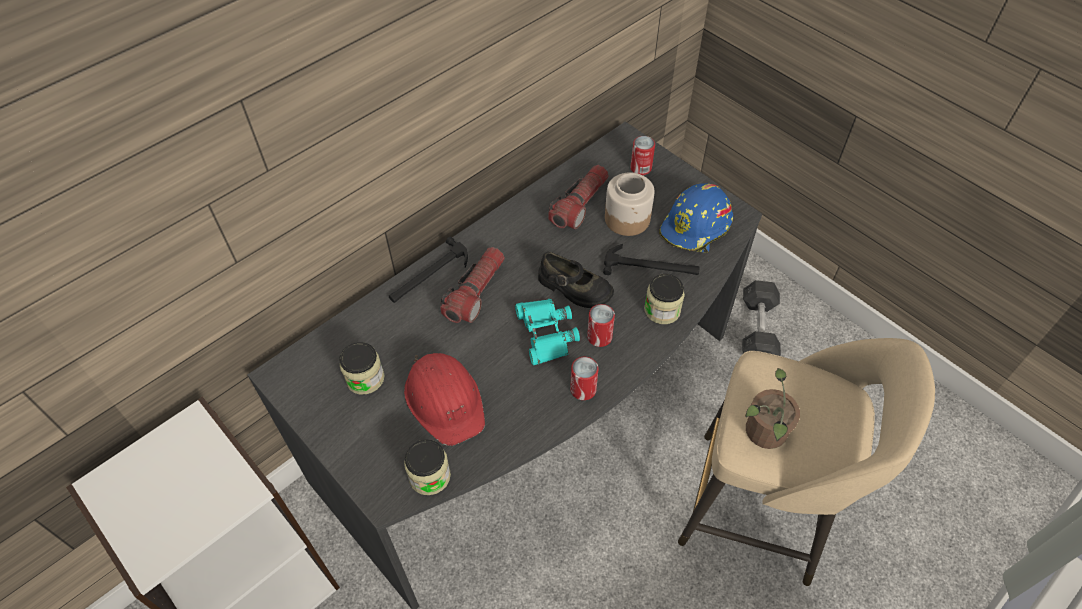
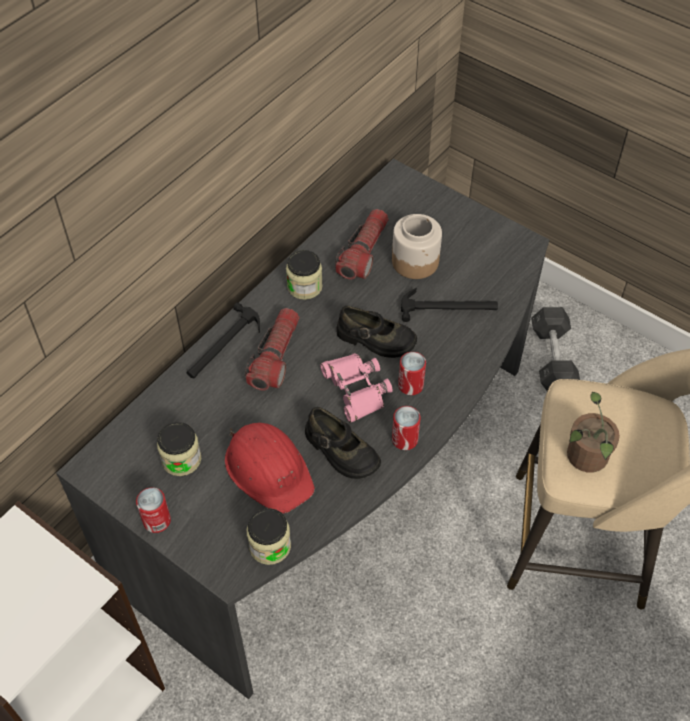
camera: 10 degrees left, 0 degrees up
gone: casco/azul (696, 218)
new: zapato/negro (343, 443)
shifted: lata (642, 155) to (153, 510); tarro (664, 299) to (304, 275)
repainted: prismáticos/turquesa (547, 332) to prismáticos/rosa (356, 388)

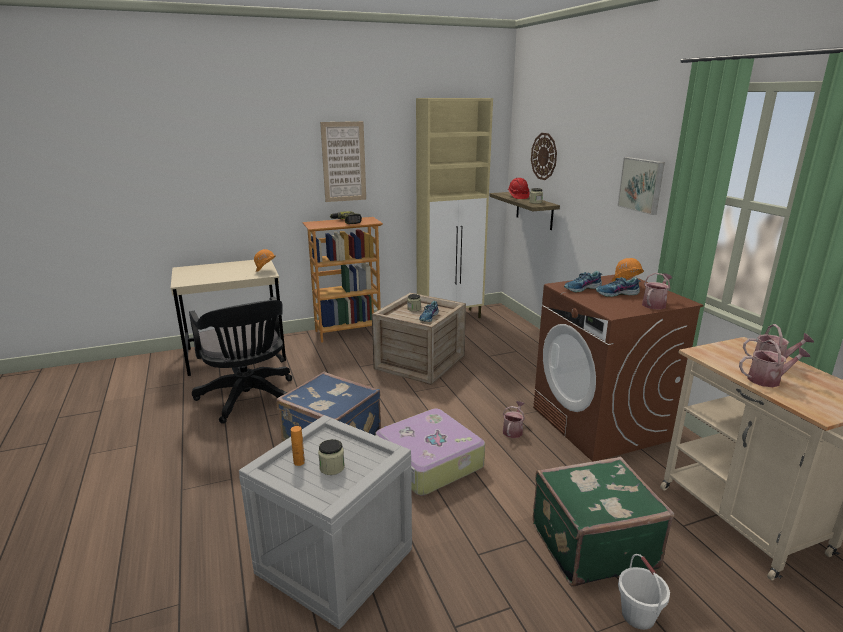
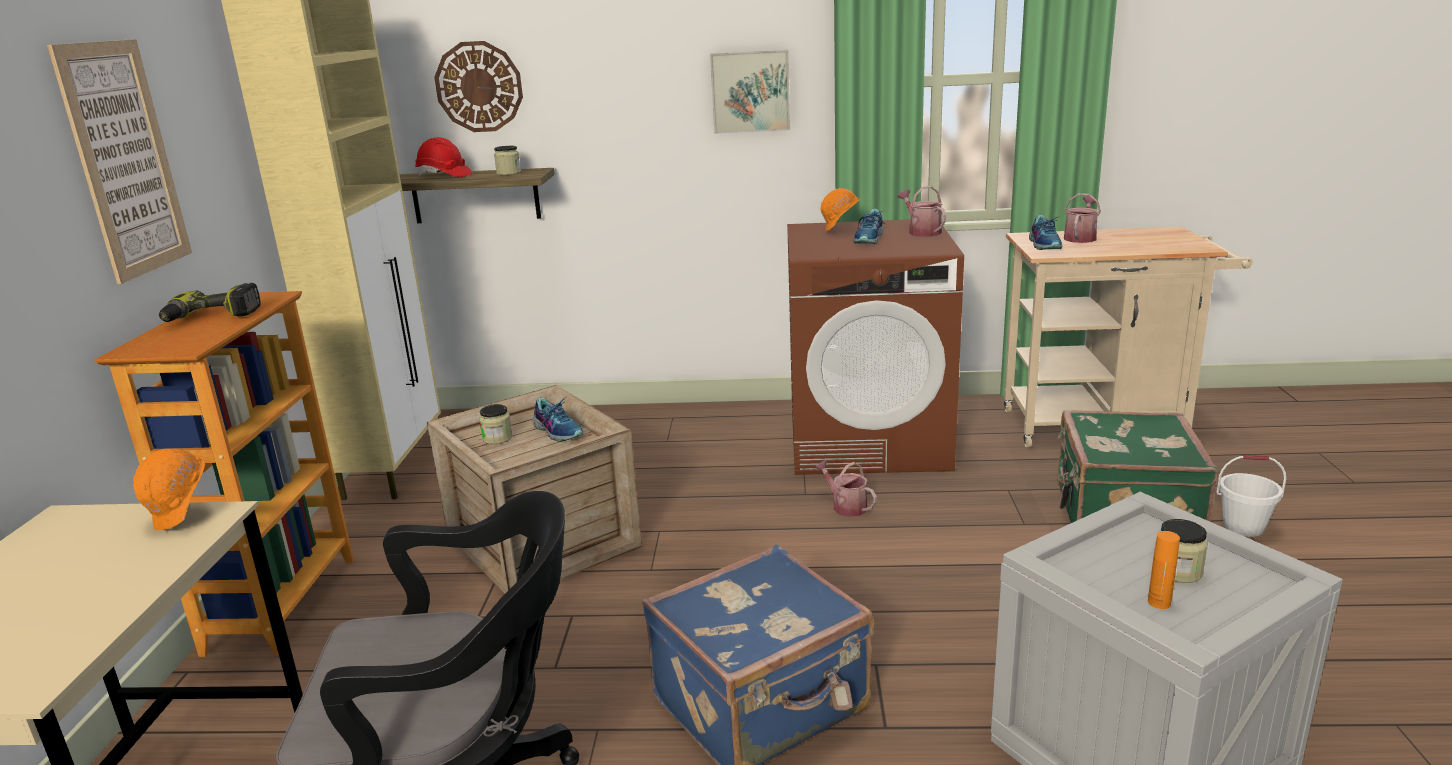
camera: 65 degrees left, 0 degrees up
gone: maleta (430, 452); regadera (774, 363)
shifted: zapato (583, 281) to (1045, 232)

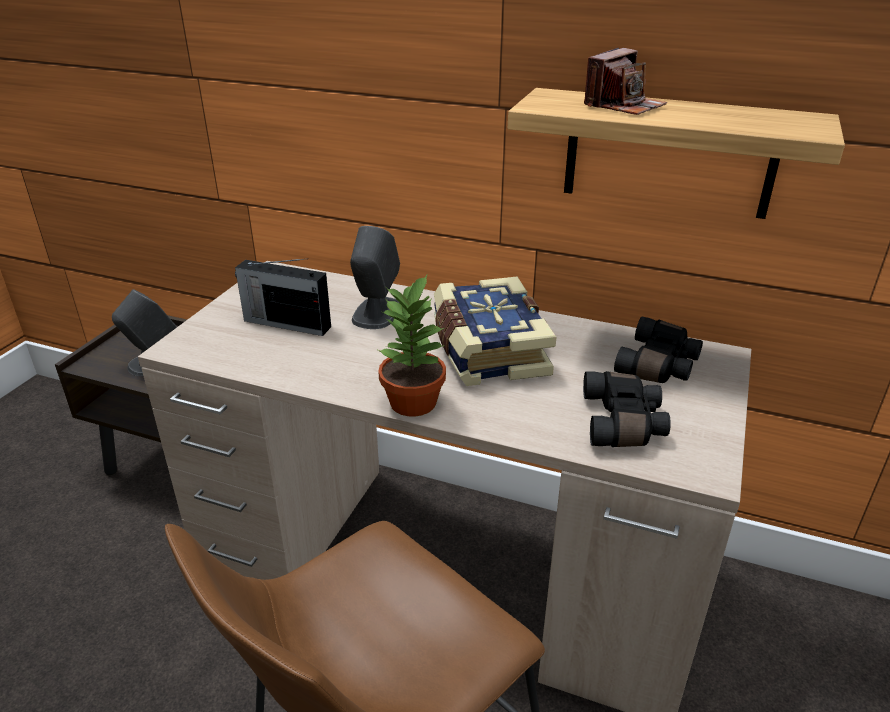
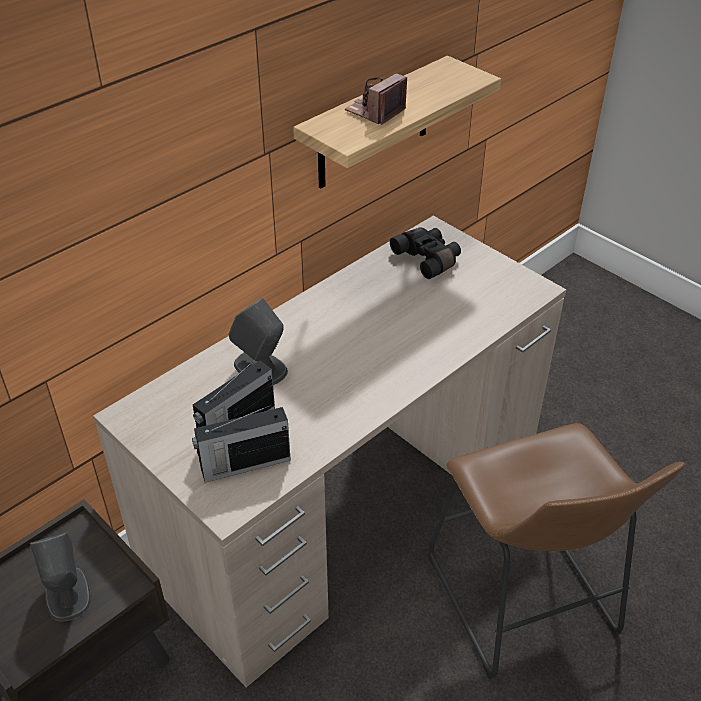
camera: 65 degrees left, 10 degrees up
gone: planta en maceta (412, 346); libro (495, 331); prismáticos/negro (627, 409)
new: radio (241, 443)
rotated: cámara (625, 81) = (376, 99) 120 degrees counterclockwise

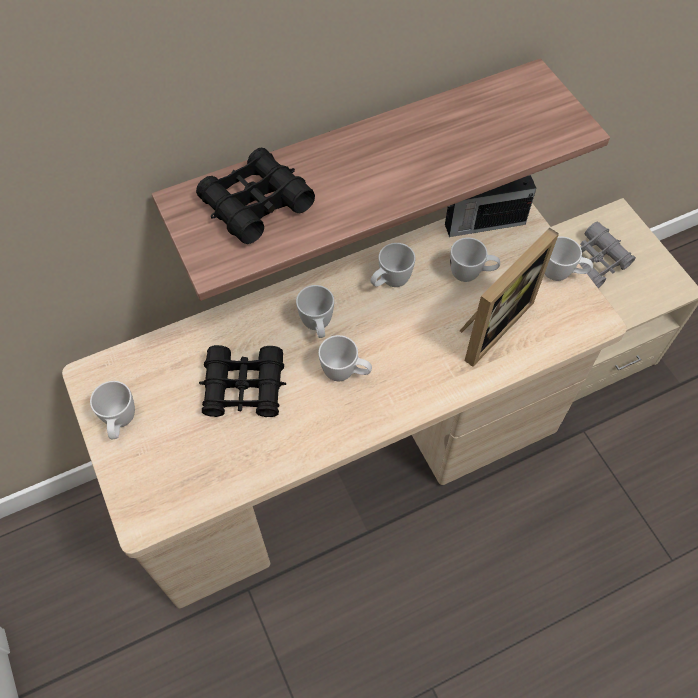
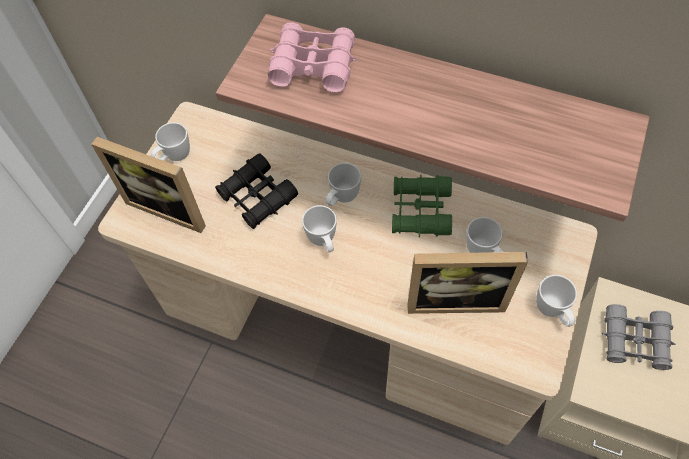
camera: 50 degrees right, 0 degrees up
gone: radio (490, 206)
new: portarretratos (148, 185)
swapped: taza grande/blanco (393, 265) to prismáticos/verde (422, 206)
repainted: prismáticos/negro (255, 196) to prismáticos/rosa (312, 57)

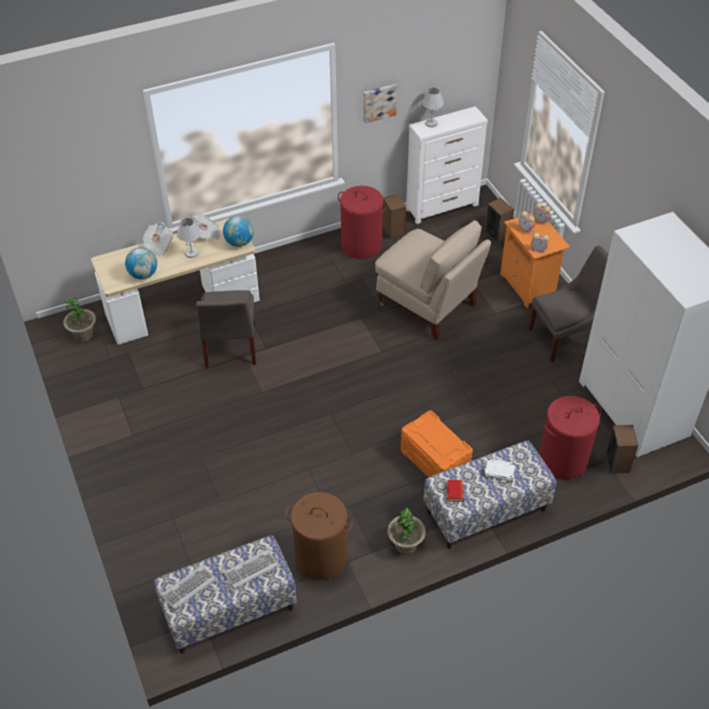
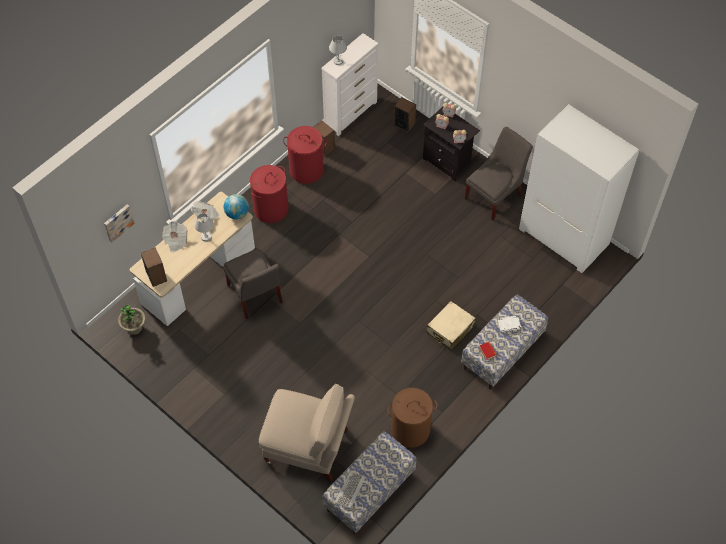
camera: 25 degrees left, 10 degrees up
gone: globo terráqueo (141, 263); teclado (251, 569); planta en maceta (406, 530)
shifted: cuadro (380, 103) to (119, 223); silla/beis (433, 280) to (307, 433); cesto de la ropa/rojo (570, 437) to (269, 194); altavoz (621, 449) to (154, 267)
swapped: caja de almacenaje/naranja (437, 443) to maleta/beis (451, 325)
repainted: mesita de noche/naranja (535, 260) to mesita de noche/negro (451, 144)

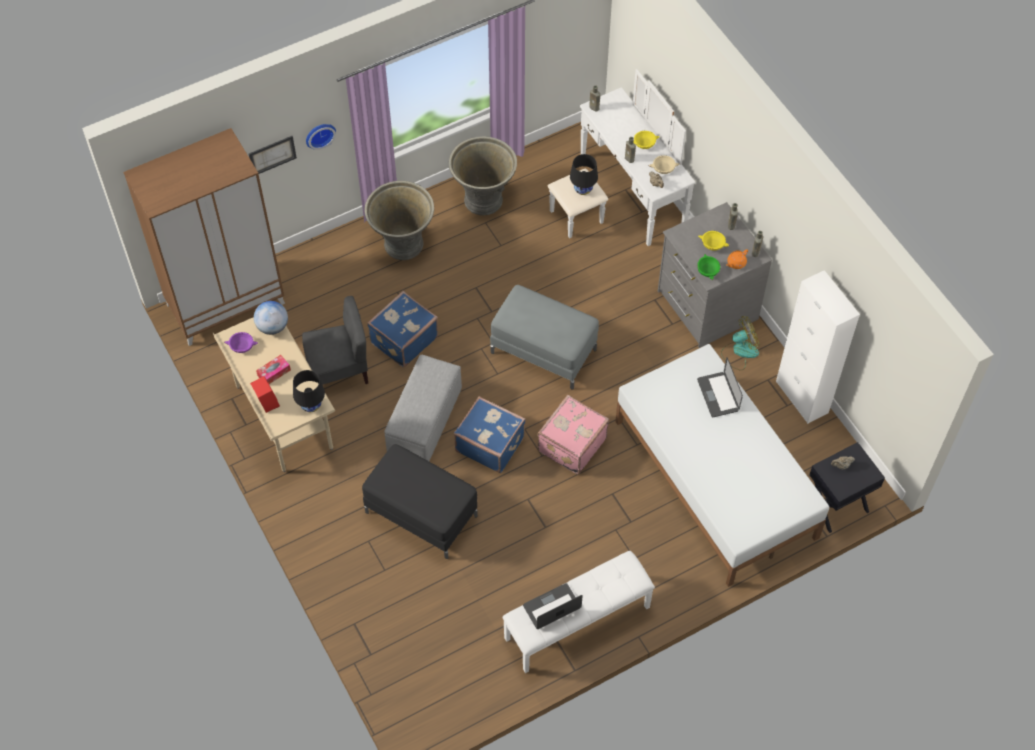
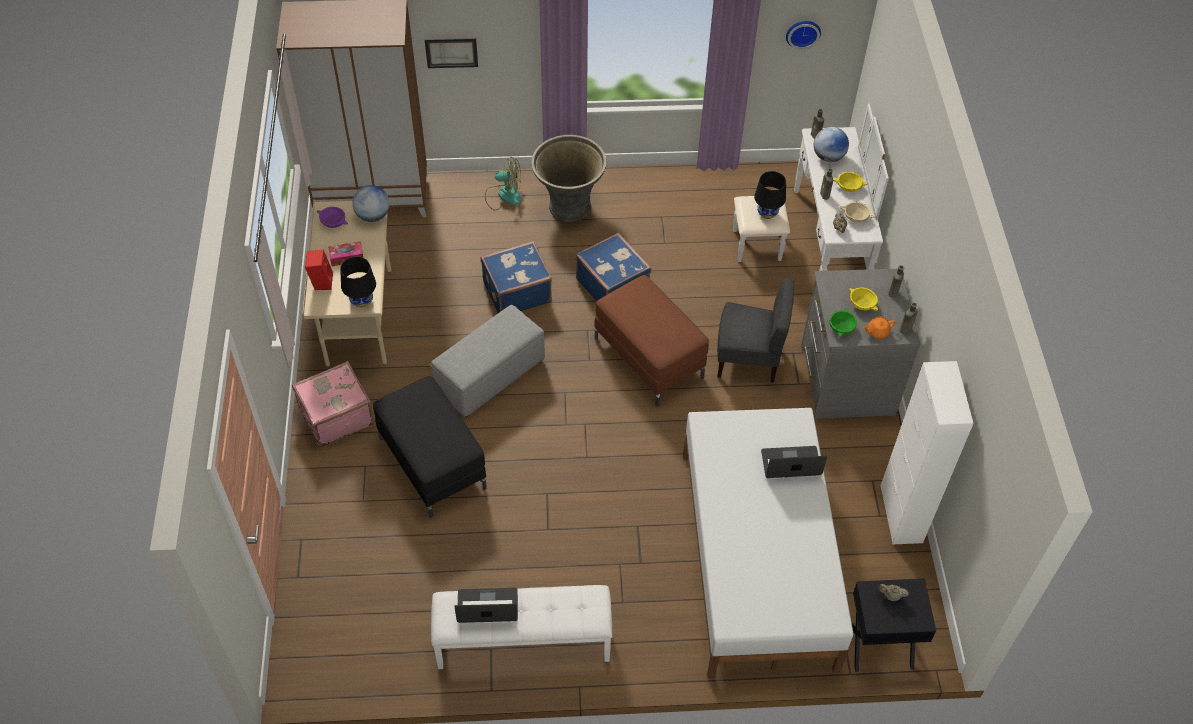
camera: 25 degrees right, 5 degrees down
gone: maceta/gris (483, 176)
new: globo terráqueo (831, 144)
shifted: silla/gris (335, 340) to (755, 330); reloj de pared (321, 137) to (803, 35); maleta/azul (490, 434) to (613, 267); maleta/rosa (573, 434) to (333, 404); ventilador (740, 343) to (503, 183)
repainted: puf/gris (544, 337) to puf/marrón (651, 340)
rotated: portátil (720, 387) = (794, 462) 75 degrees clockwise

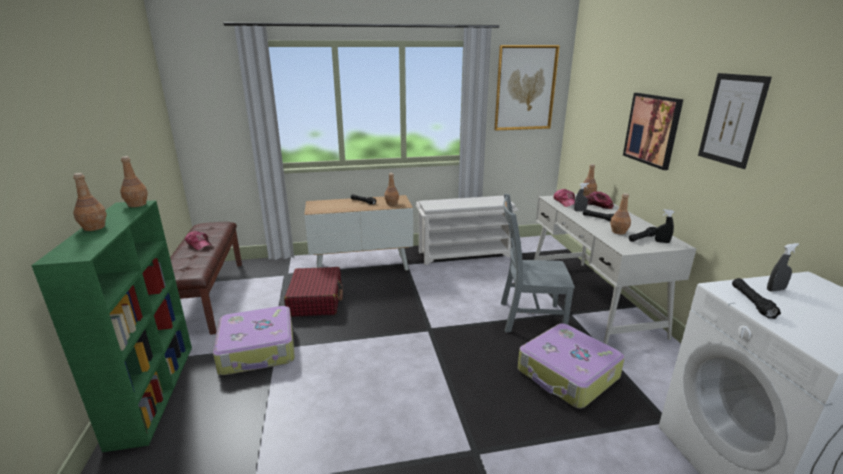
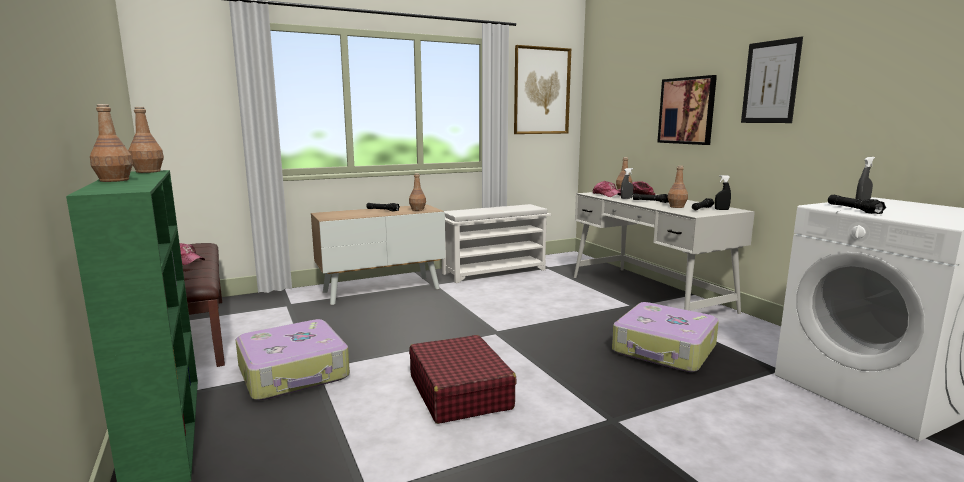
camera: 15 degrees left, 10 degrees down
gone: silla/gris (538, 263)
shifted: maleta/rojo (313, 292) to (463, 379)

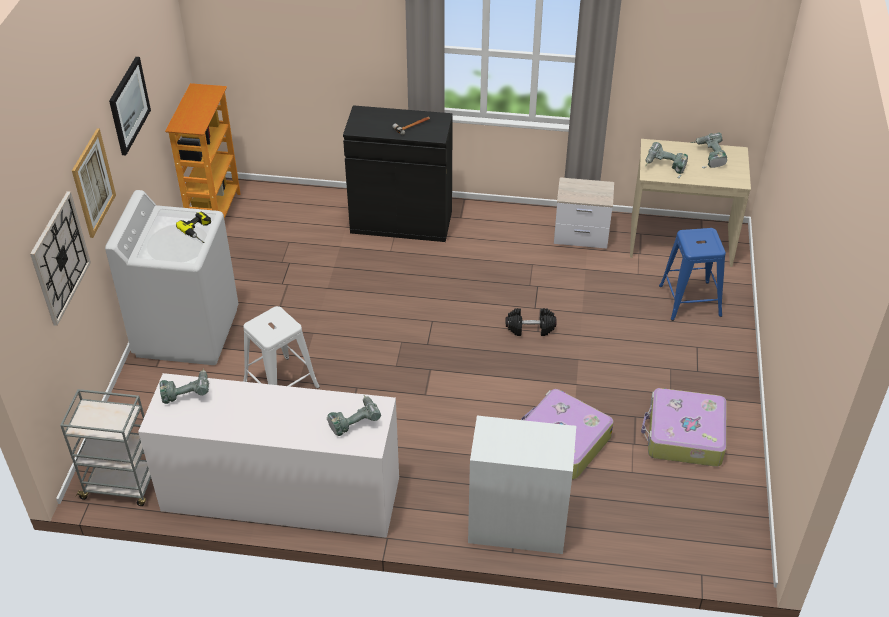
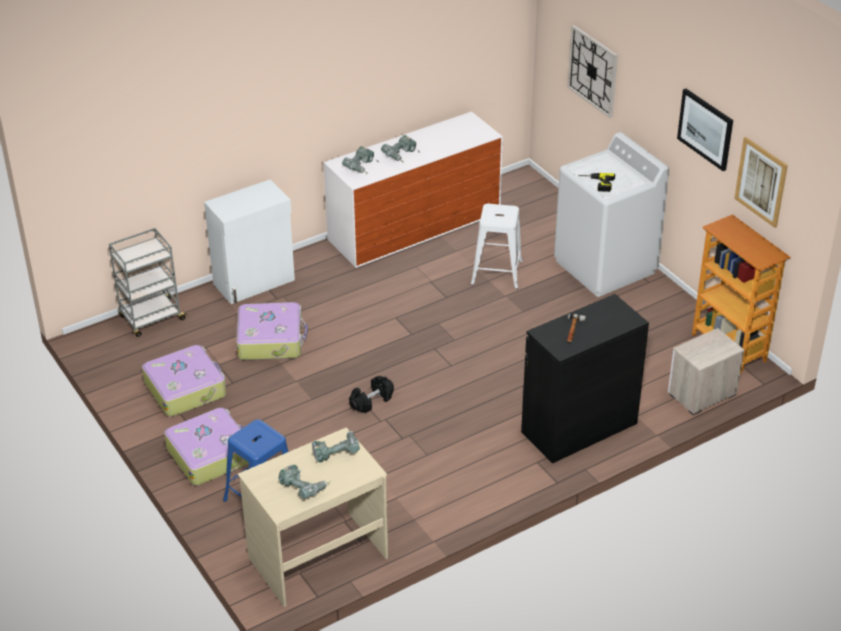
camera: 140 degrees right, 5 degrees down
new: maleta (206, 447)
shifted: carrito/gris (105, 447) to (147, 282); cuadro (94, 183) to (761, 182); taladro (184, 386) to (400, 148); mesita de noche (584, 213) to (706, 371)

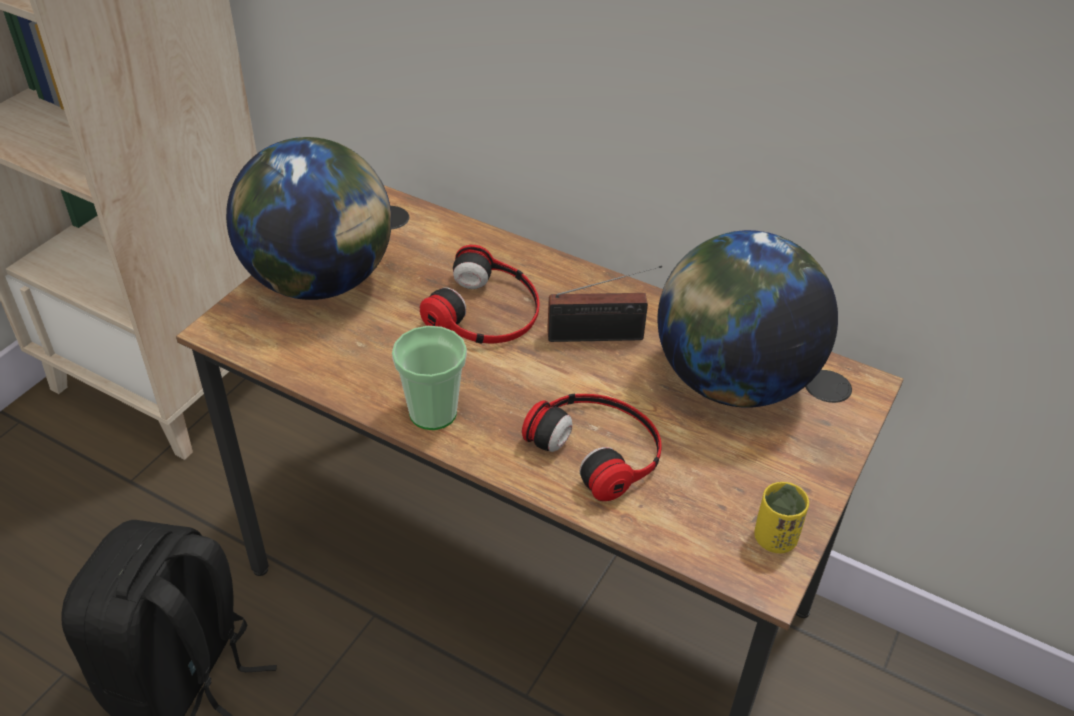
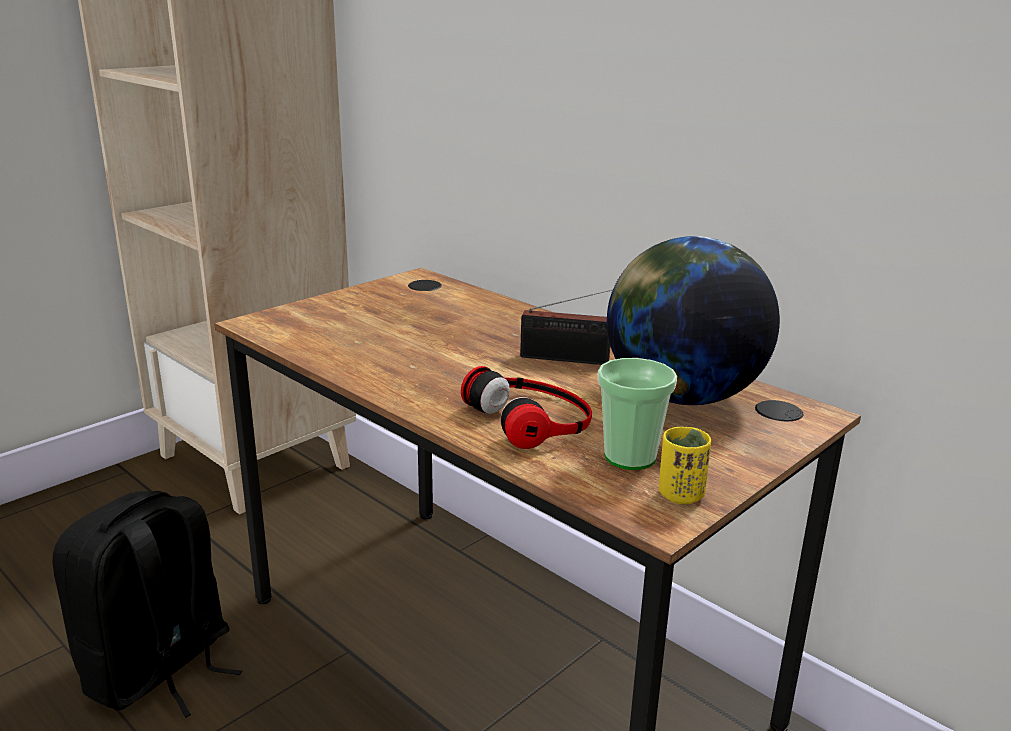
camera: 15 degrees right, 20 degrees down
gone: globo terráqueo (309, 218); auriculares (480, 294)
shifted: taza (429, 378) to (637, 414)

